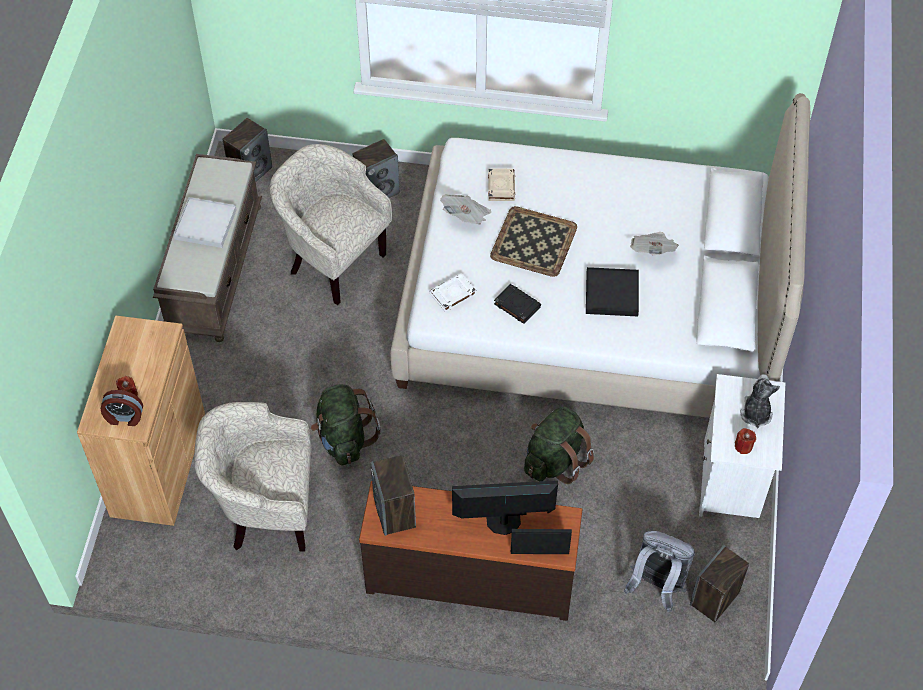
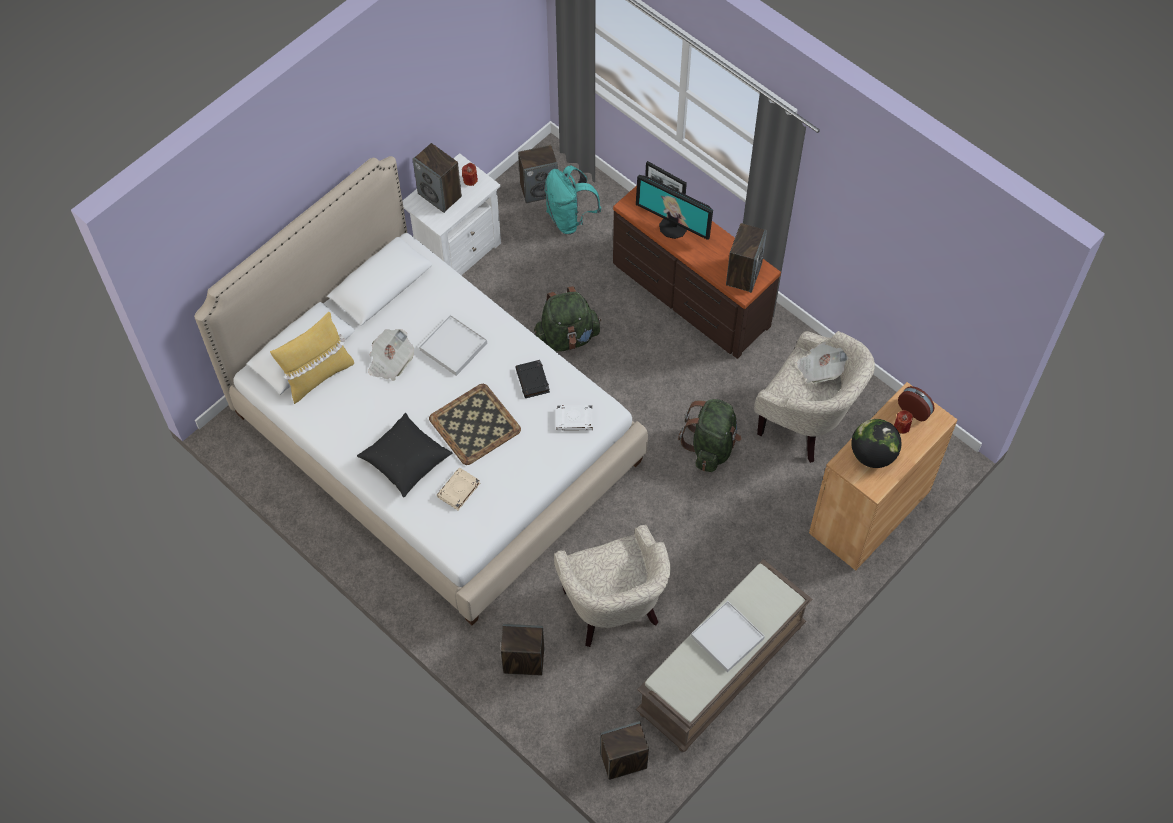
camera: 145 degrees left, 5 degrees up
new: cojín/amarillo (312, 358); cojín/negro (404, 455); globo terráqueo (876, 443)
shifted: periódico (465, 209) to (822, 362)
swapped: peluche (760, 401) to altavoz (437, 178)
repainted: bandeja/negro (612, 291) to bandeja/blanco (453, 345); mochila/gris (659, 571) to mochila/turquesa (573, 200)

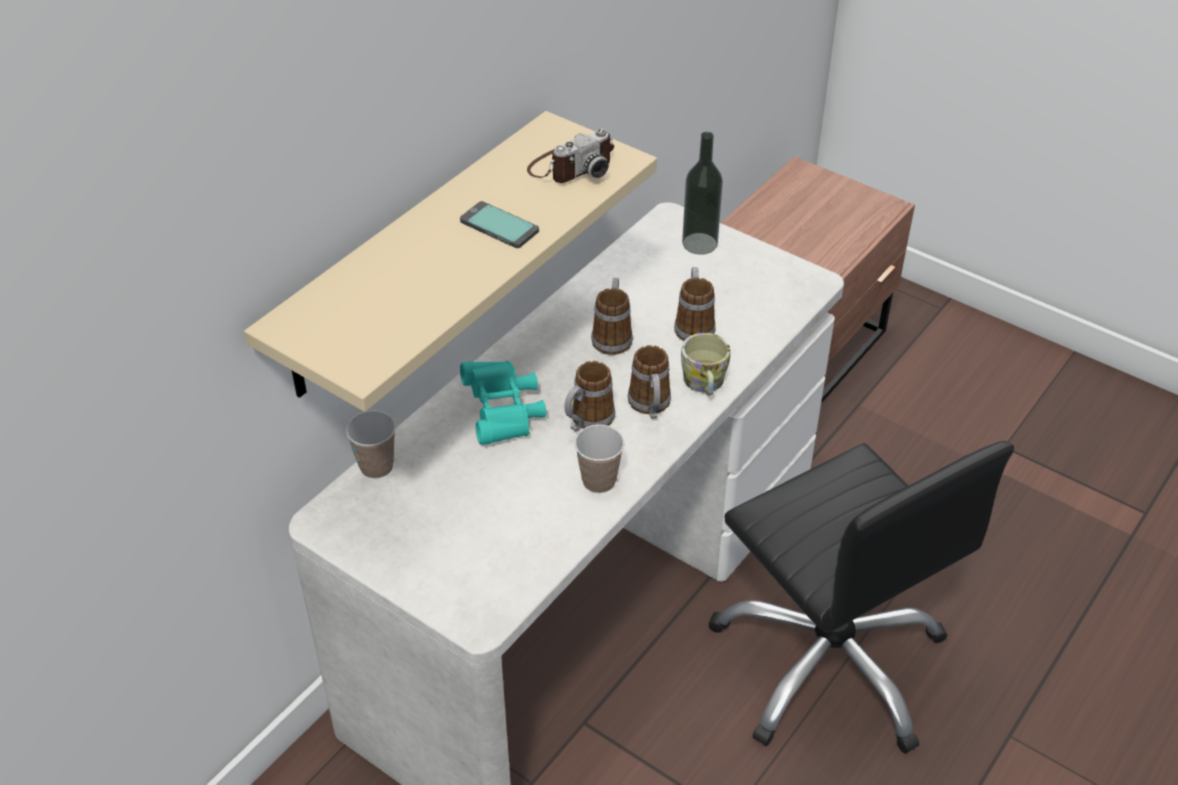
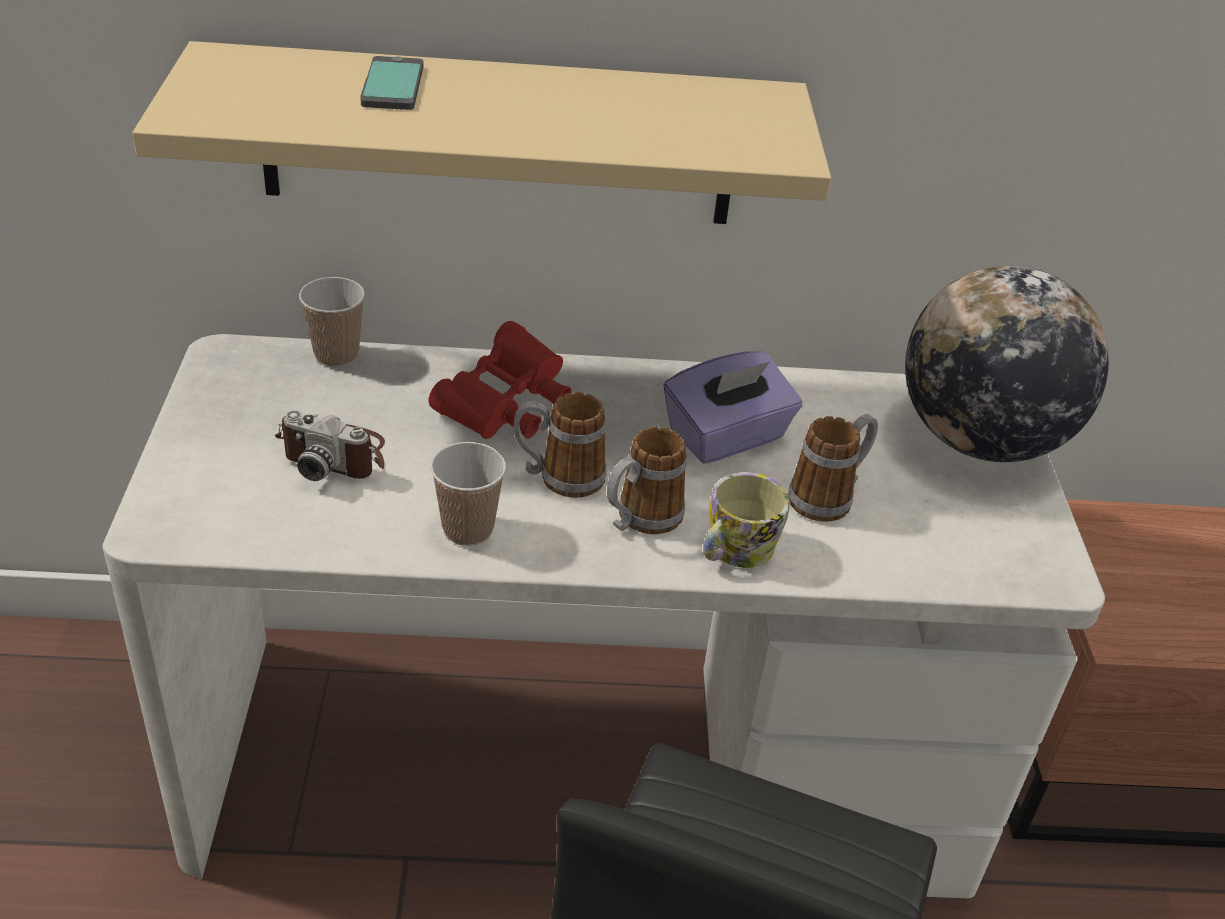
camera: 50 degrees right, 5 degrees down
shifted: móvil (499, 224) to (391, 83); cámara (570, 156) to (330, 445)
swapped: taza grande (612, 316) to caja de pañuelos/morado (733, 407); botella (702, 193) to globo terráqueo (1007, 364)
repainted: prismáticos/turquesa (503, 403) to prismáticos/rojo (500, 380)

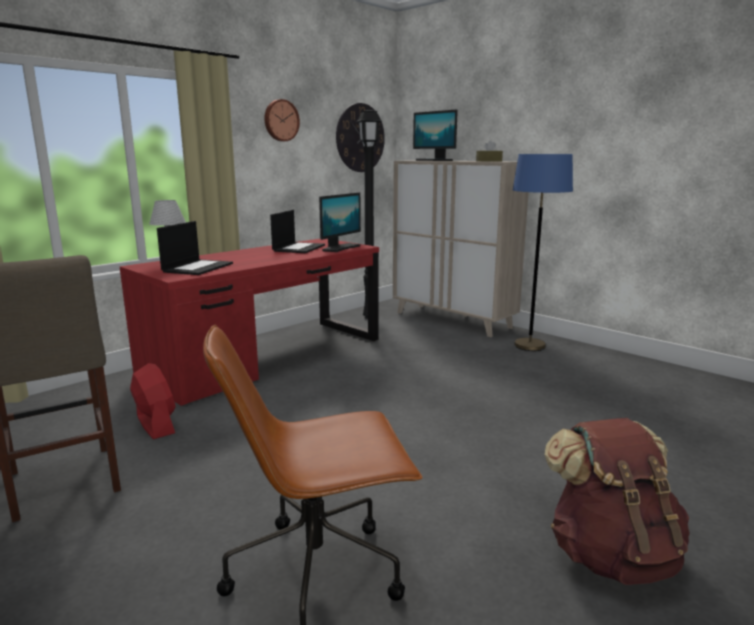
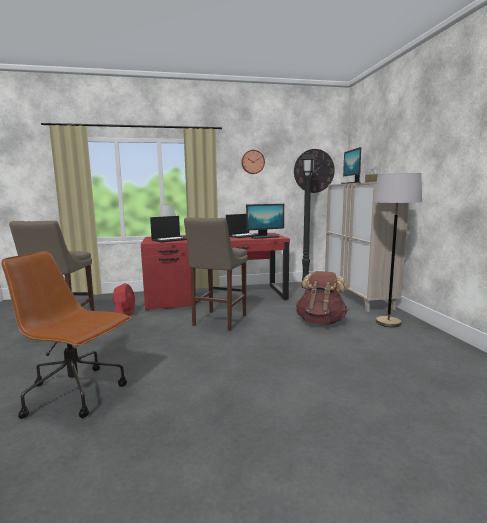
camera: 35 degrees right, 5 degrees down
new: taburete/beis (216, 274)
shifted: mochila/marrón (617, 501) to (322, 298)
repainted: lámpara de pie/azul (543, 252) to lámpara de pie/gris (397, 250)

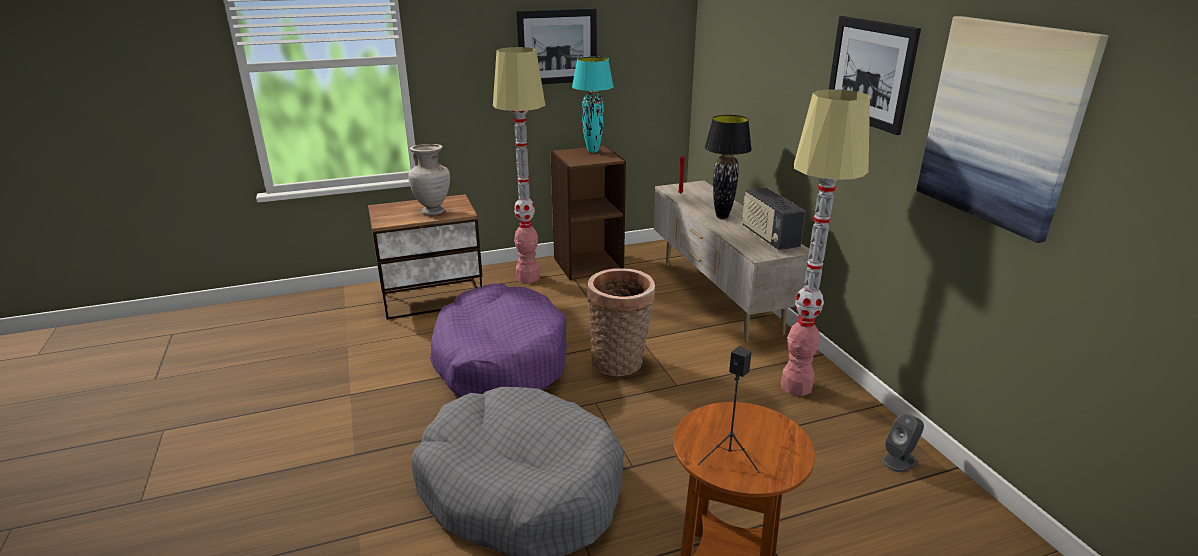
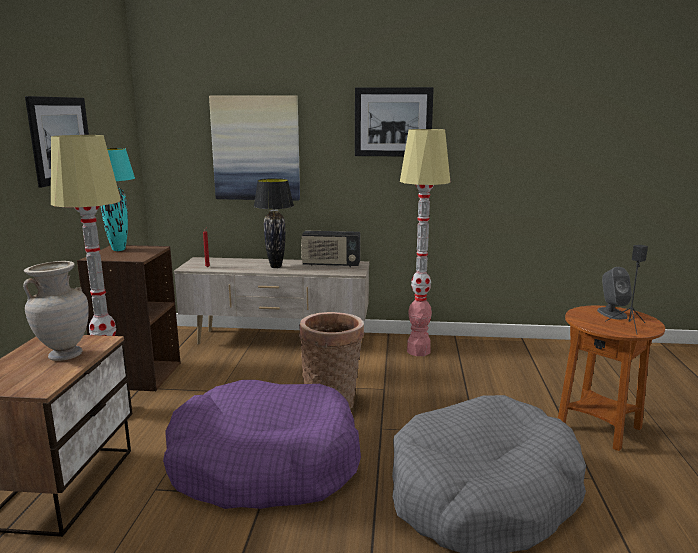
camera: 65 degrees left, 10 degrees down
shifted: altavoz/gris (903, 443) to (614, 293); cuadro (1013, 129) to (254, 147)

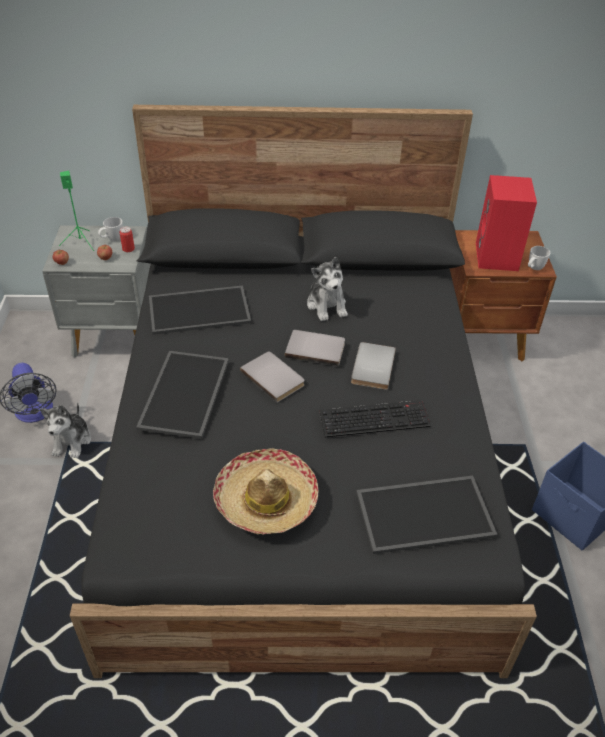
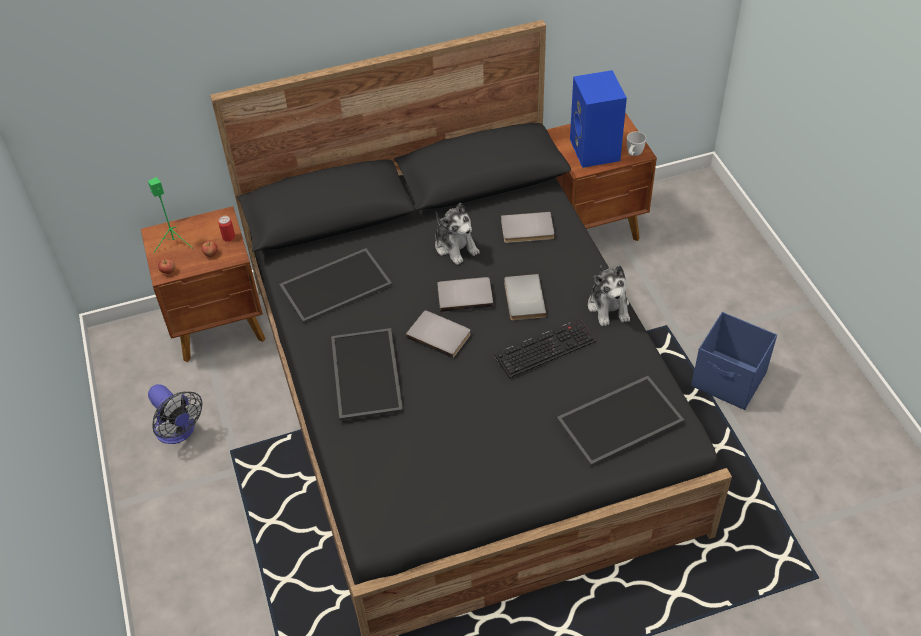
camera: 15 degrees left, 5 degrees up
gone: taza grande/blanco (110, 229); sombrero (265, 491)
new: libro/gris (528, 227)
shifted: peluche (65, 430) to (609, 295)
repainted: mesita de noche/gris (96, 291) to mesita de noche/marrón (203, 284); altavoz/rojo (506, 223) to altavoz/azul (598, 119)

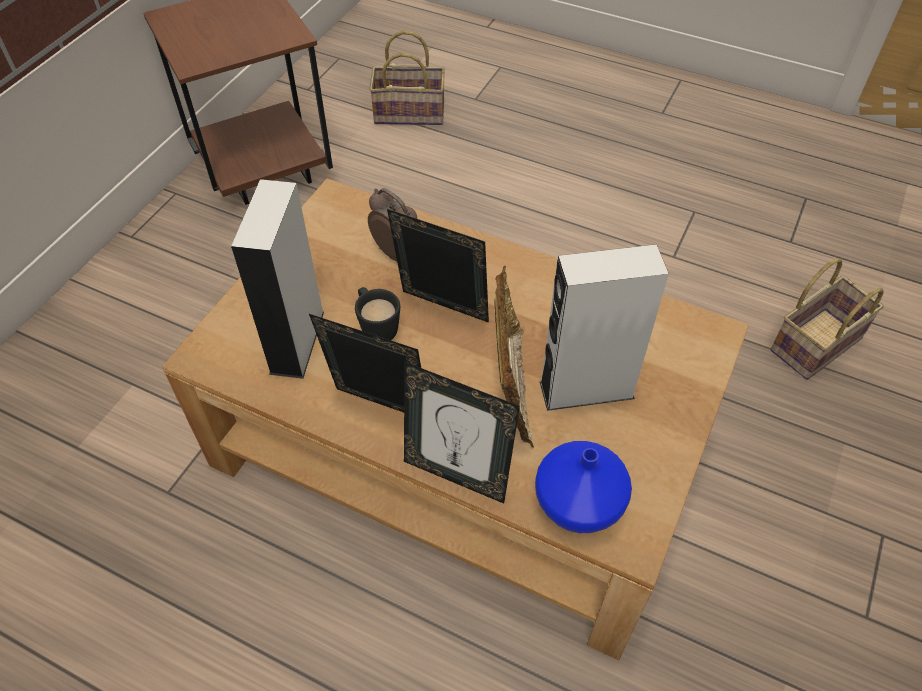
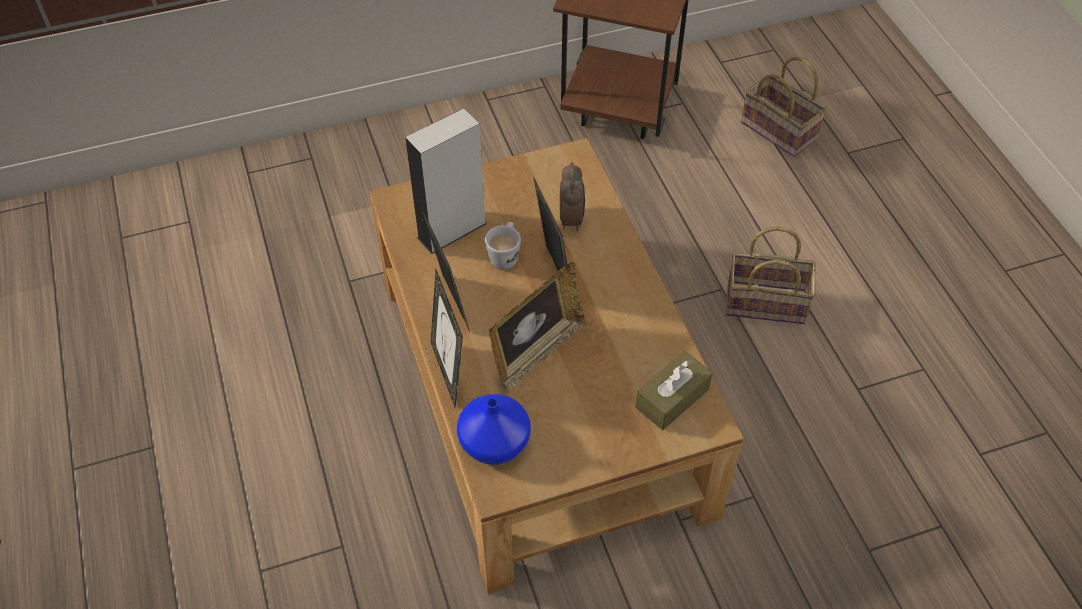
camera: 45 degrees right, 0 degrees up
gone: altavoz/gris (604, 327)
new: caja de pañuelos/marrón (674, 390)
shifted: cesta (827, 319) to (771, 275)
repainted: taza grande/negro (377, 313) to taza grande/blanco (503, 245)

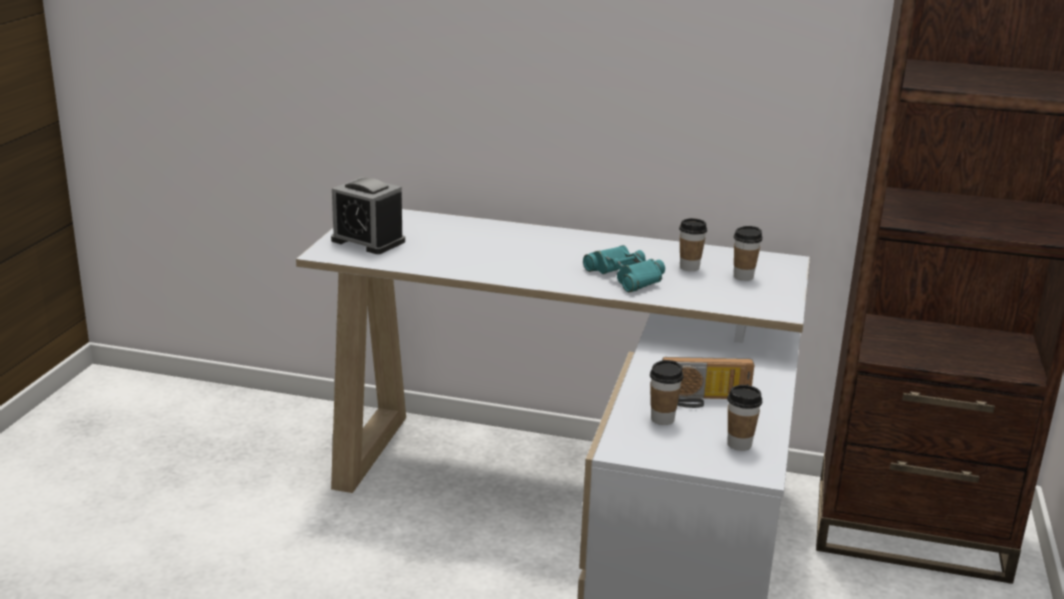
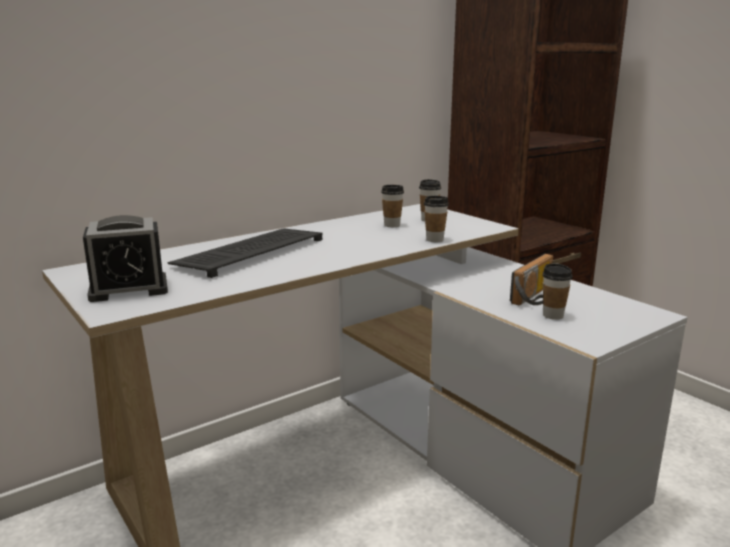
camera: 50 degrees left, 5 degrees down
gone: prismáticos/turquesa (624, 268)
new: teclado (245, 253)
shifted: taza (744, 418) to (436, 219)

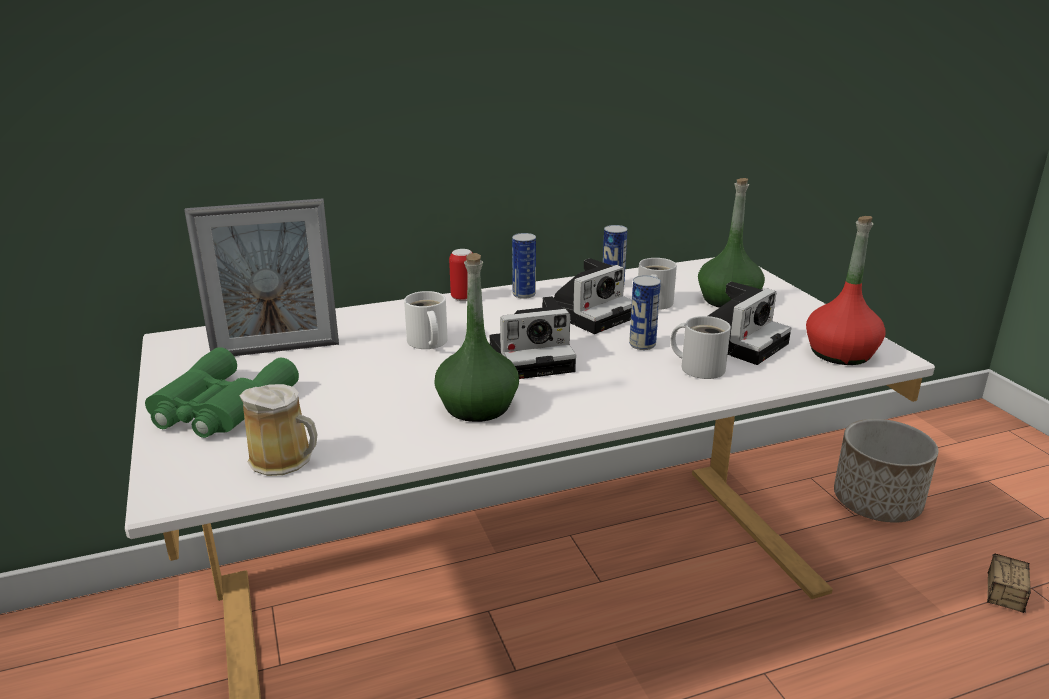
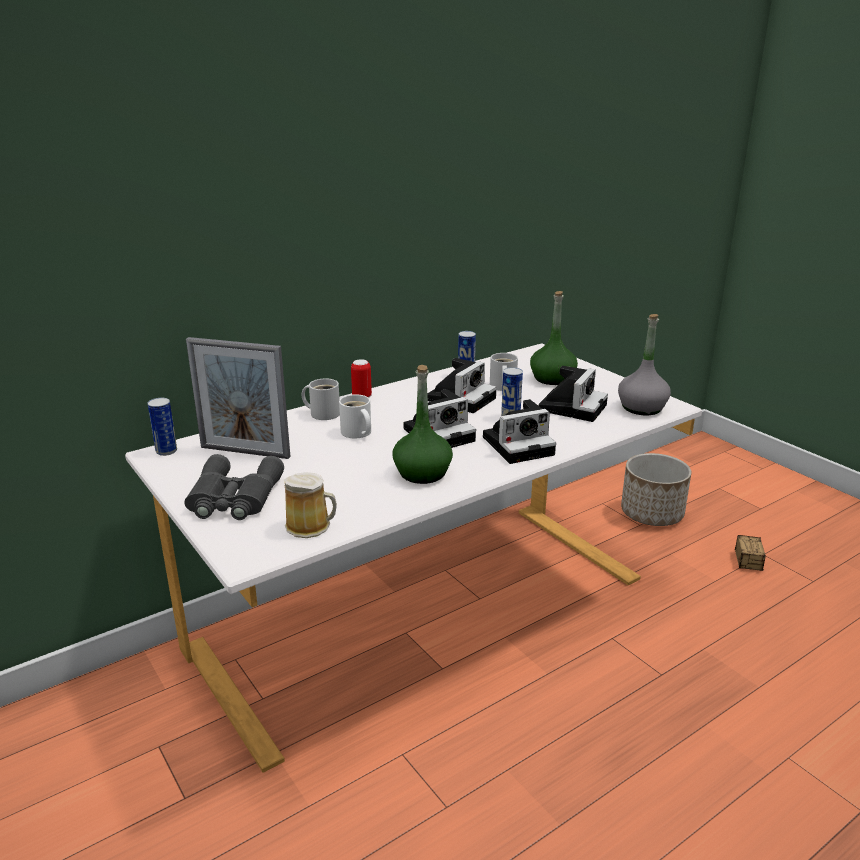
camera: 15 degrees left, 0 degrees up
new: cámara (519, 431)
shifted: lata (524, 266) to (162, 427); taza grande/blanco (701, 347) to (321, 399)
repainted: prismáticos/verde (222, 392) to prismáticos/gris (234, 487); botella/rojo (846, 290) to botella/gris (644, 364)
rotated: portarretratos (261, 277) = (238, 398) 45 degrees clockwise

